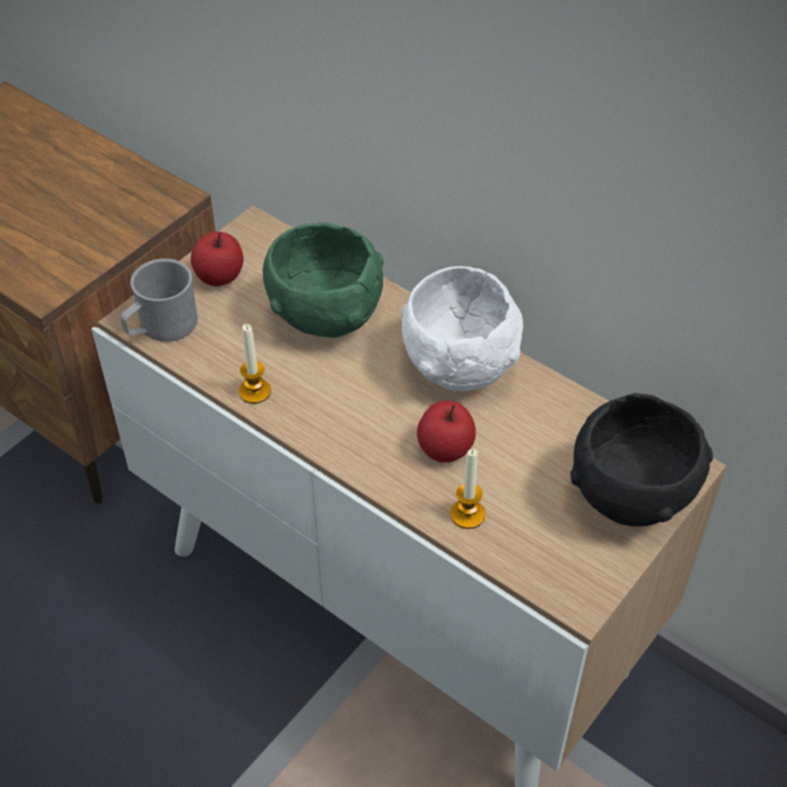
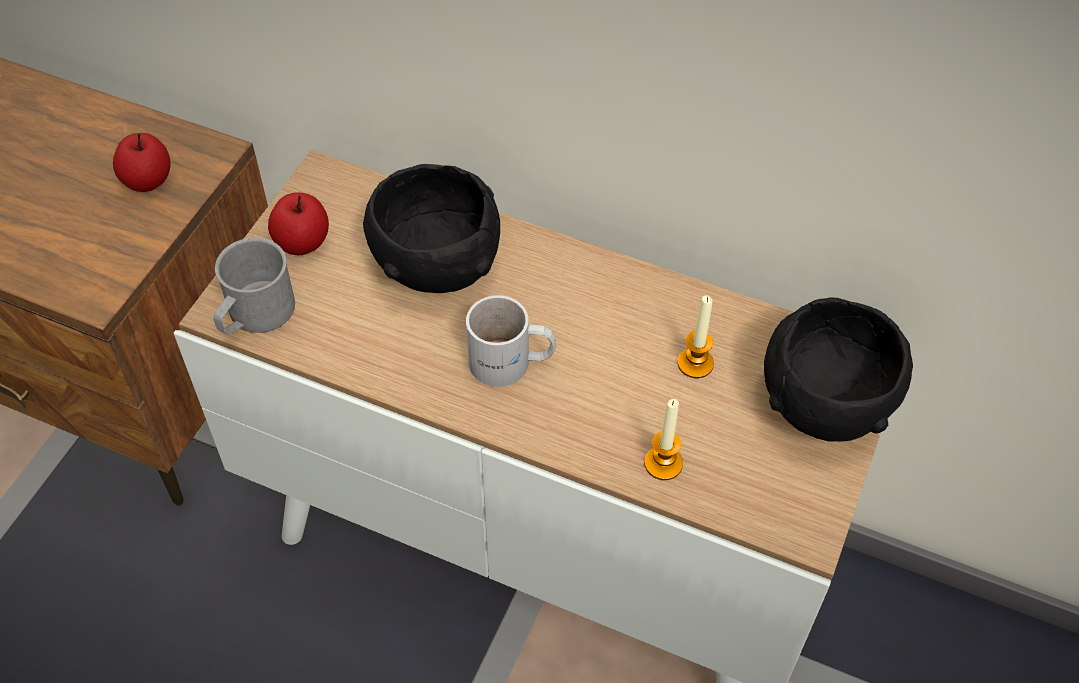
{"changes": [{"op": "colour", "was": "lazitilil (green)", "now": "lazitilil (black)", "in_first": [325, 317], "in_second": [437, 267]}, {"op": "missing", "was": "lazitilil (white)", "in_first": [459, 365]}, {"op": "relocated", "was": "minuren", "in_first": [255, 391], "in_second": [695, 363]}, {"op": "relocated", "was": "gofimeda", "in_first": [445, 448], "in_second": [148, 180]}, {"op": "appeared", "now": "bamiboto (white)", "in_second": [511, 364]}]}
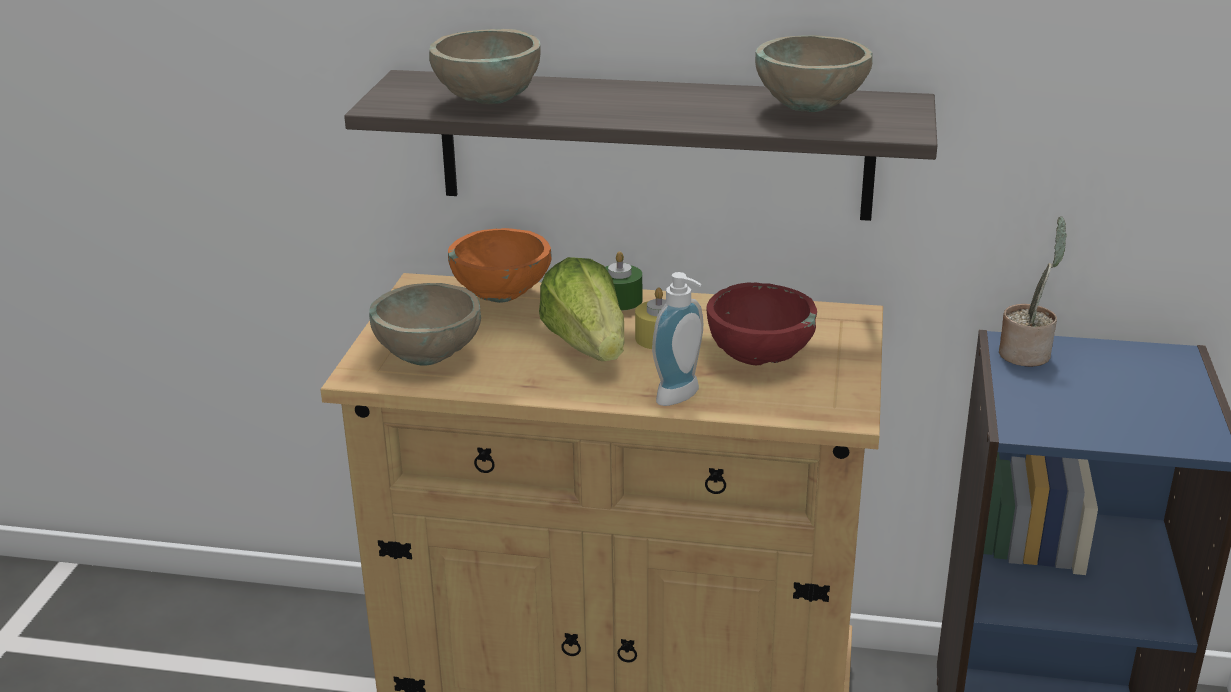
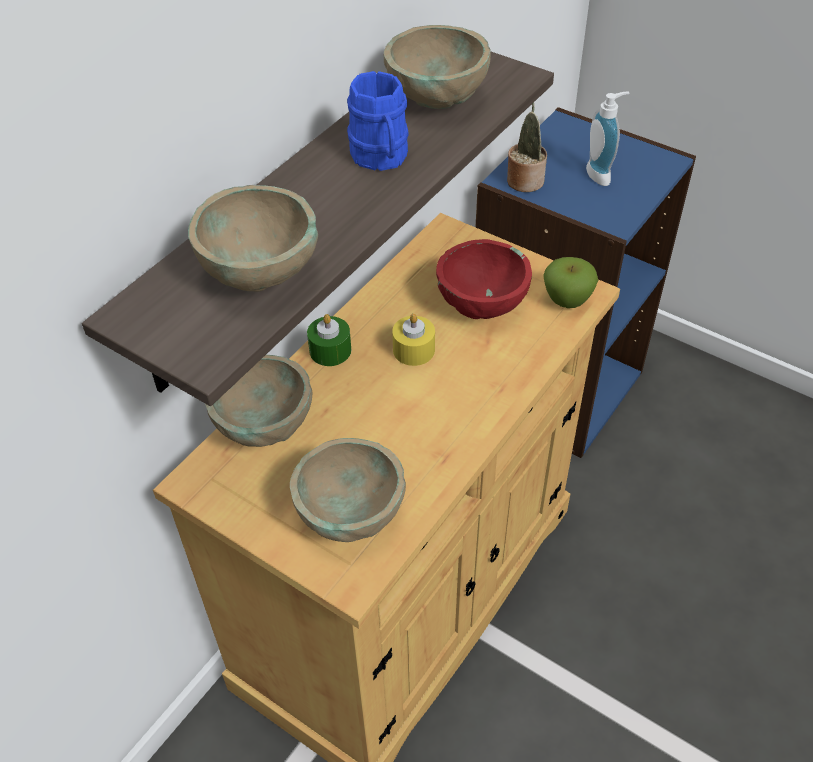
{"changes": [{"op": "colour", "was": "lazitilil (orange)", "now": "lazitilil (beige)", "in_first": [502, 295], "in_second": [263, 426]}, {"op": "missing", "was": "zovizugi", "in_first": [587, 346]}, {"op": "relocated", "was": "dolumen", "in_first": [682, 397], "in_second": [602, 174]}, {"op": "appeared", "now": "bamiboto (blue)", "in_second": [381, 158]}, {"op": "appeared", "now": "gofimeda", "in_second": [567, 300]}]}
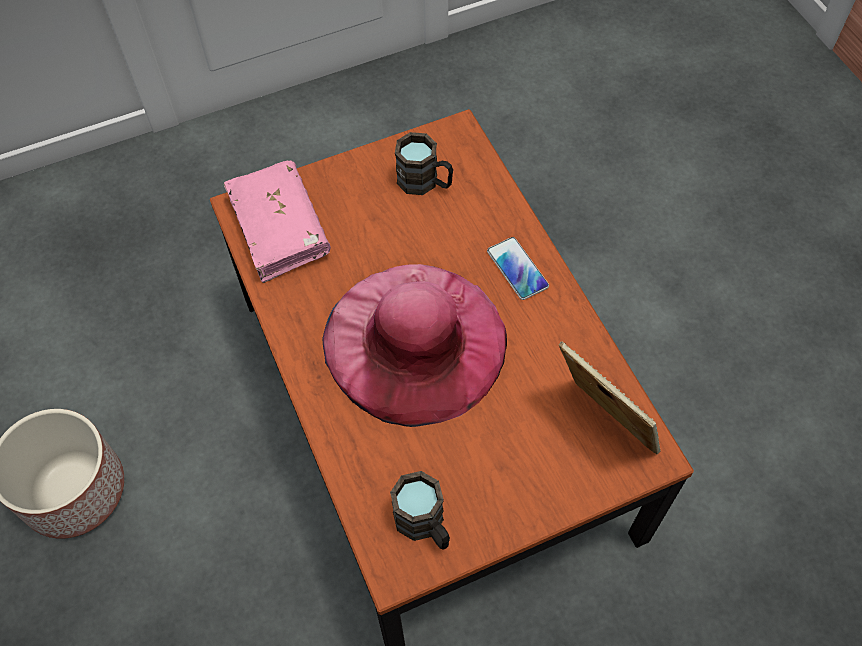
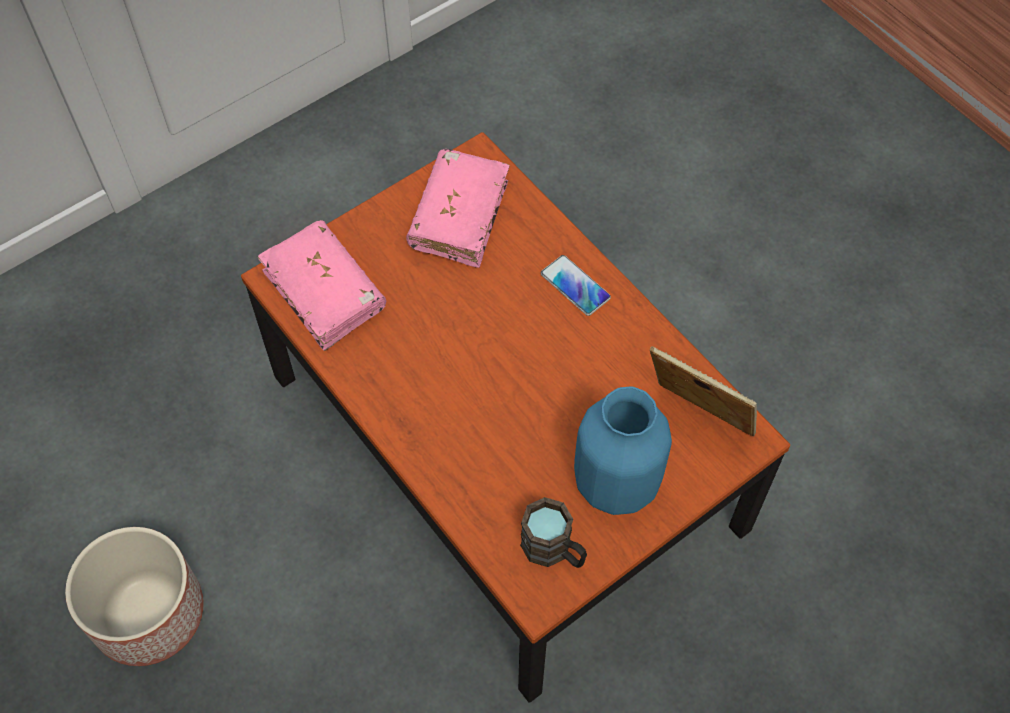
{"changes": [{"op": "exchanged", "was": "bamiboto (brown)", "now": "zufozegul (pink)", "in_first": [425, 182], "in_second": [459, 216]}, {"op": "missing", "was": "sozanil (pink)", "in_first": [415, 341]}, {"op": "appeared", "now": "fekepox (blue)", "in_second": [615, 481]}]}
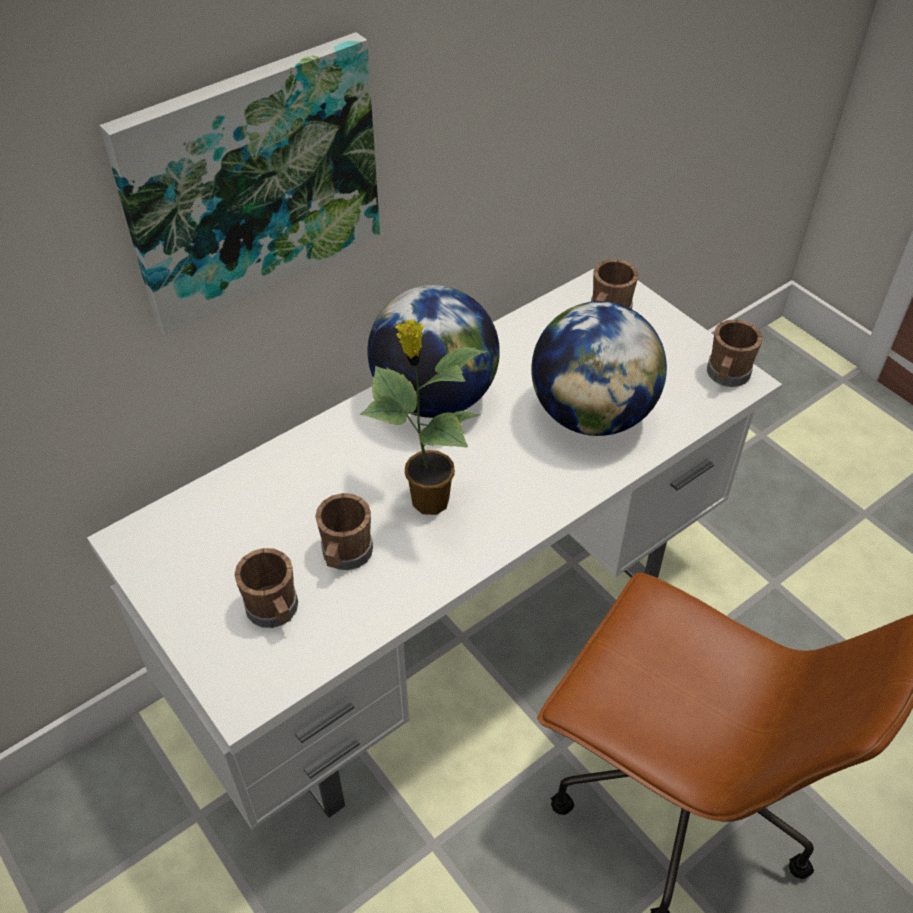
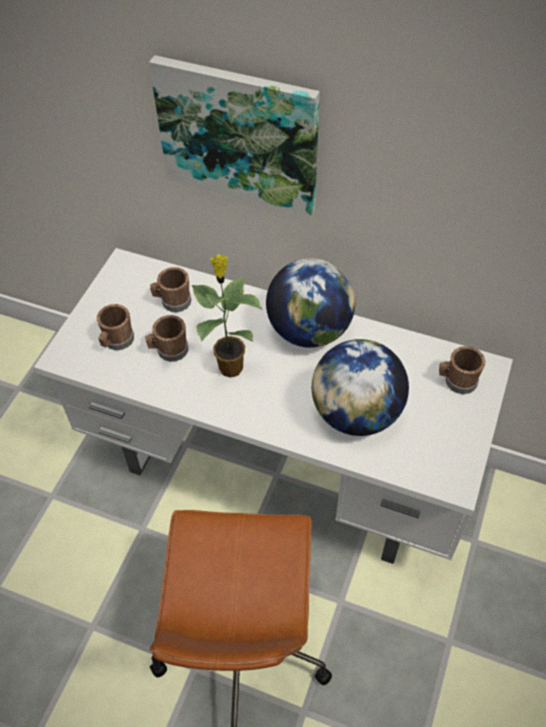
{"changes": [{"op": "relocated", "was": "bamiboto (brown)", "in_first": [726, 376], "in_second": [173, 301]}]}
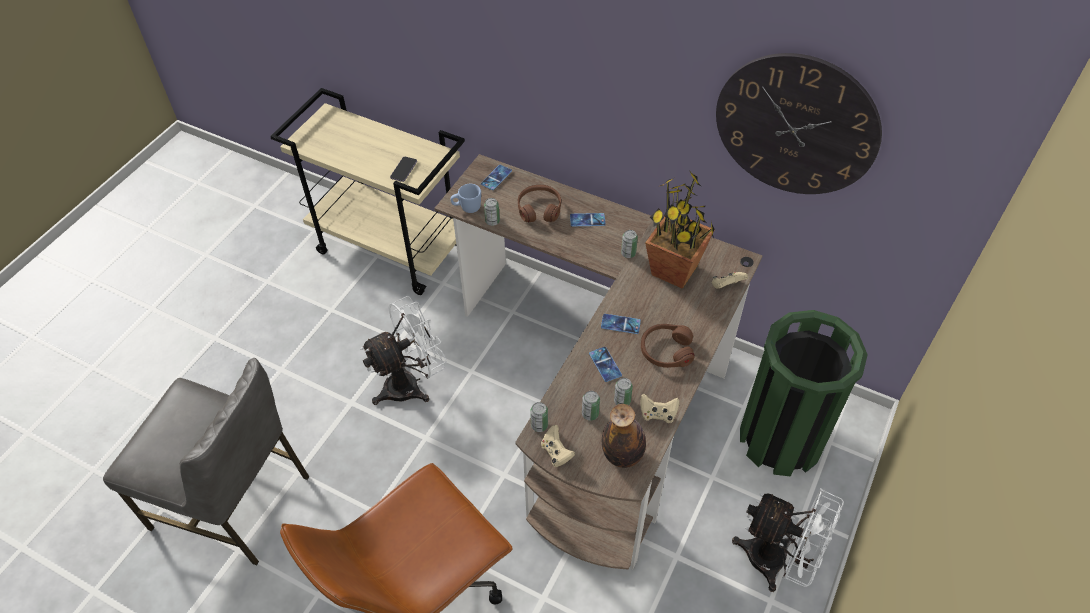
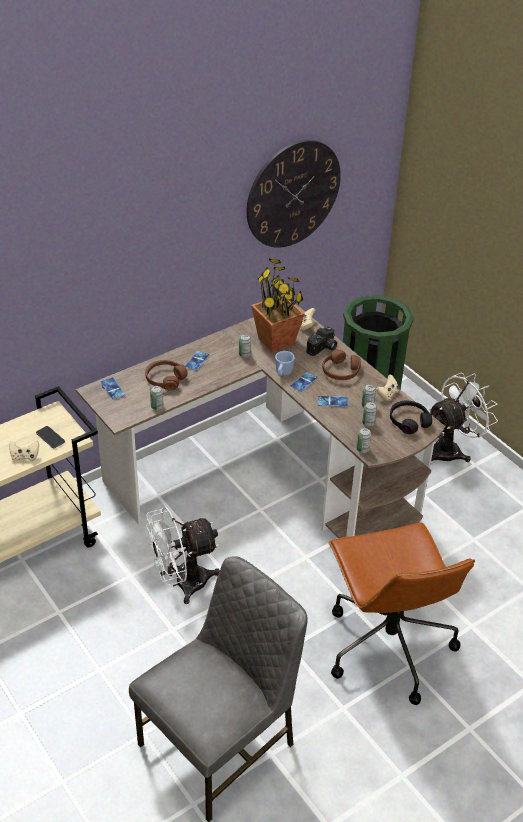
{"changes": [{"op": "relocated", "was": "bamiboto (blue)", "in_first": [467, 208], "in_second": [283, 373]}, {"op": "spun", "was": "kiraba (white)", "in_first": [410, 384], "in_second": [182, 583], "clockwise": -105}, {"op": "exchanged", "was": "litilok", "now": "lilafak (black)", "in_first": [622, 455], "in_second": [409, 421]}, {"op": "relocated", "was": "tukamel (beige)", "in_first": [556, 453], "in_second": [25, 457]}, {"op": "appeared", "now": "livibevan", "in_second": [322, 348]}]}
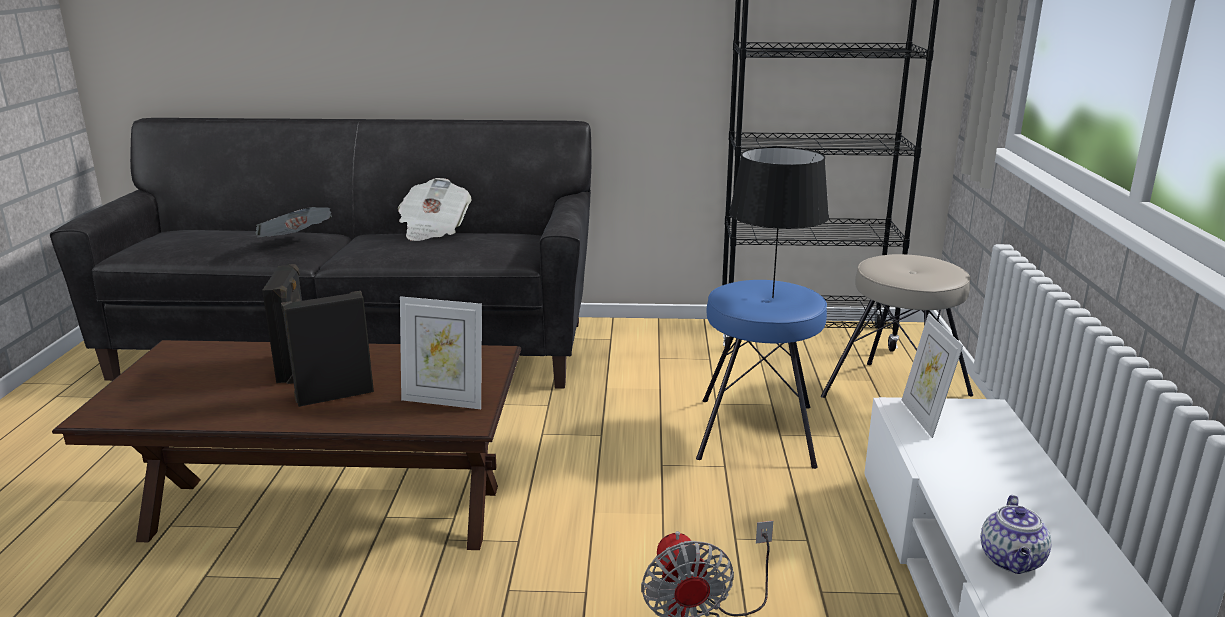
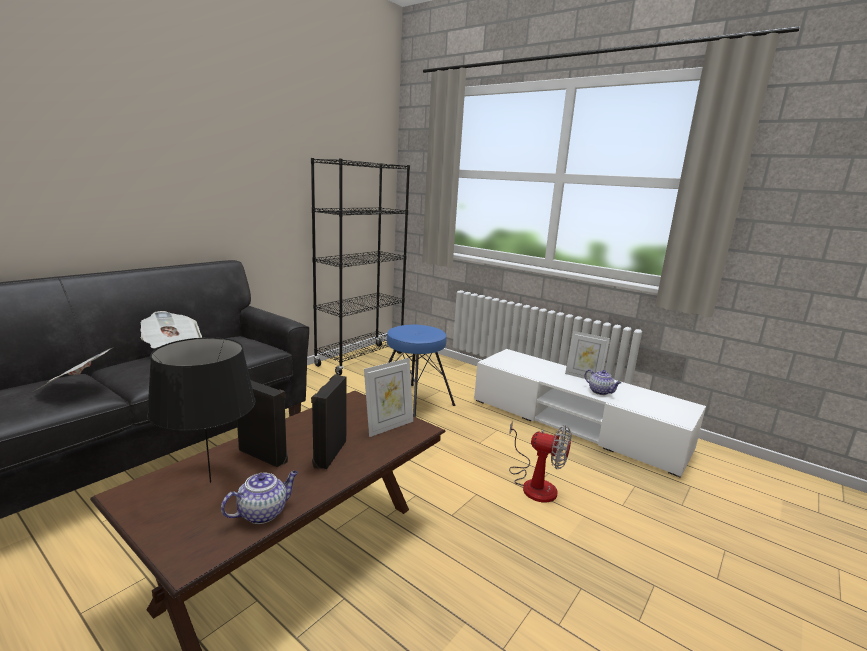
{"changes": [{"op": "relocated", "was": "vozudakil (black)", "in_first": [773, 298], "in_second": [211, 482]}, {"op": "missing", "was": "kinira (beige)", "in_first": [897, 395]}, {"op": "relocated", "was": "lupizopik", "in_first": [924, 418], "in_second": [583, 377]}, {"op": "appeared", "now": "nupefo", "in_second": [263, 512]}]}
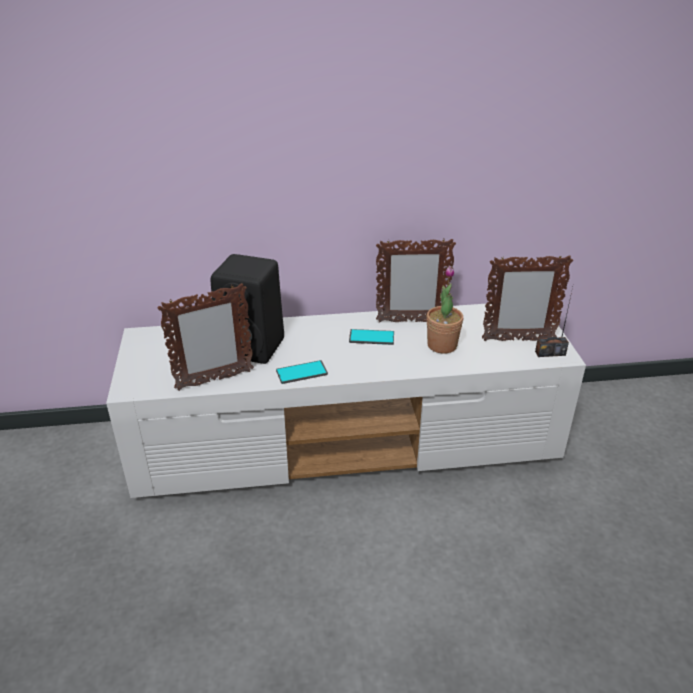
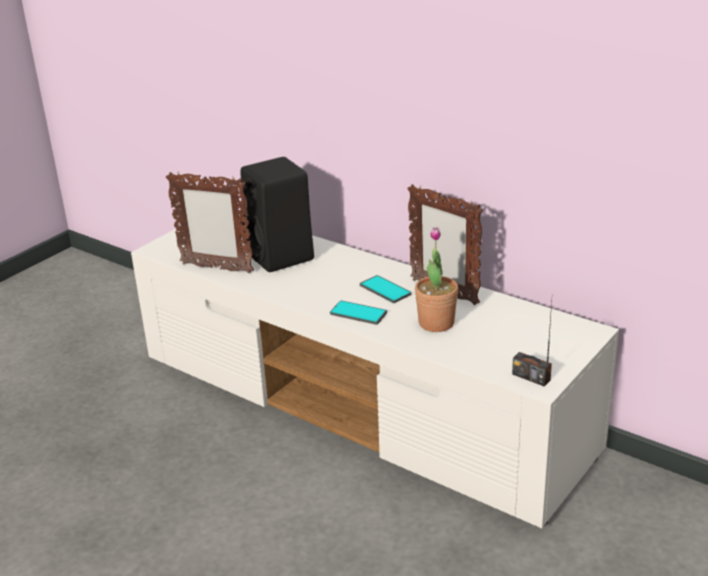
{"changes": [{"op": "missing", "was": "lupizopik", "in_first": [517, 340]}, {"op": "relocated", "was": "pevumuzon", "in_first": [301, 372], "in_second": [358, 313]}]}
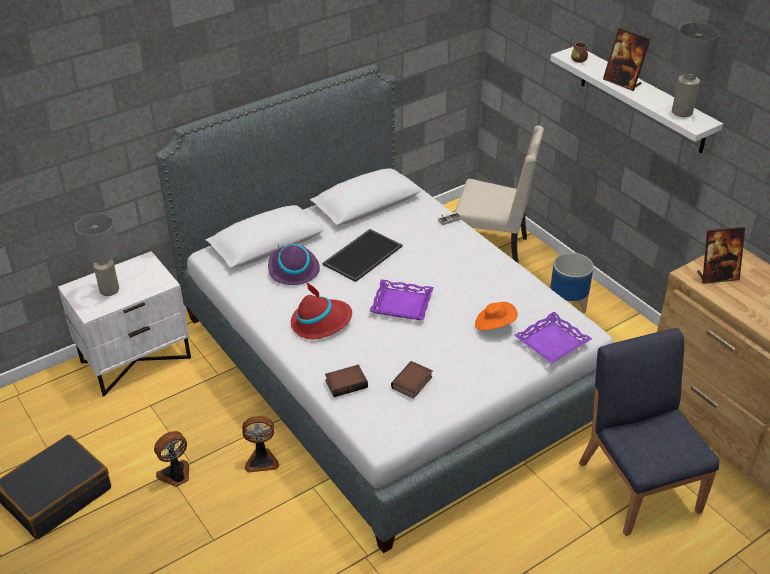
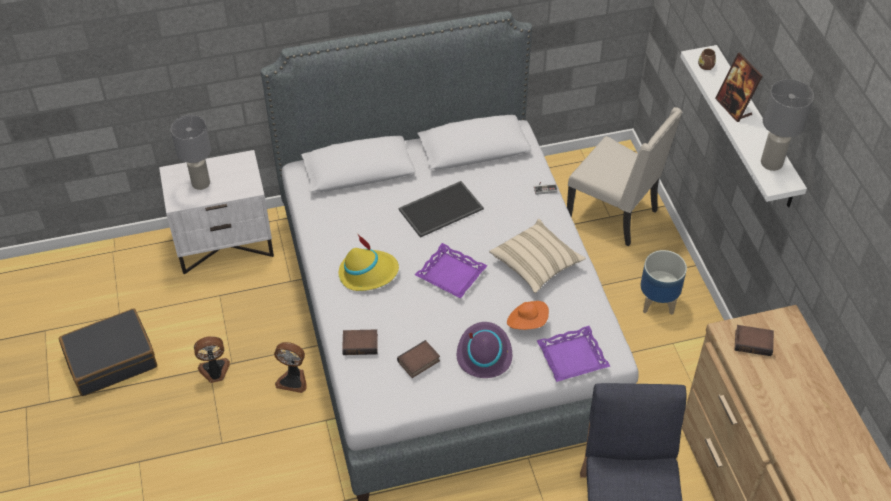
{"changes": [{"op": "exchanged", "was": "lupizopik", "now": "zufozegul", "in_first": [717, 276], "in_second": [753, 342]}, {"op": "relocated", "was": "sozanil (purple)", "in_first": [293, 269], "in_second": [484, 353]}, {"op": "colour", "was": "sozanil (red)", "now": "sozanil (yellow)", "in_first": [321, 322], "in_second": [368, 273]}, {"op": "appeared", "now": "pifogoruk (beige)", "in_second": [536, 264]}]}
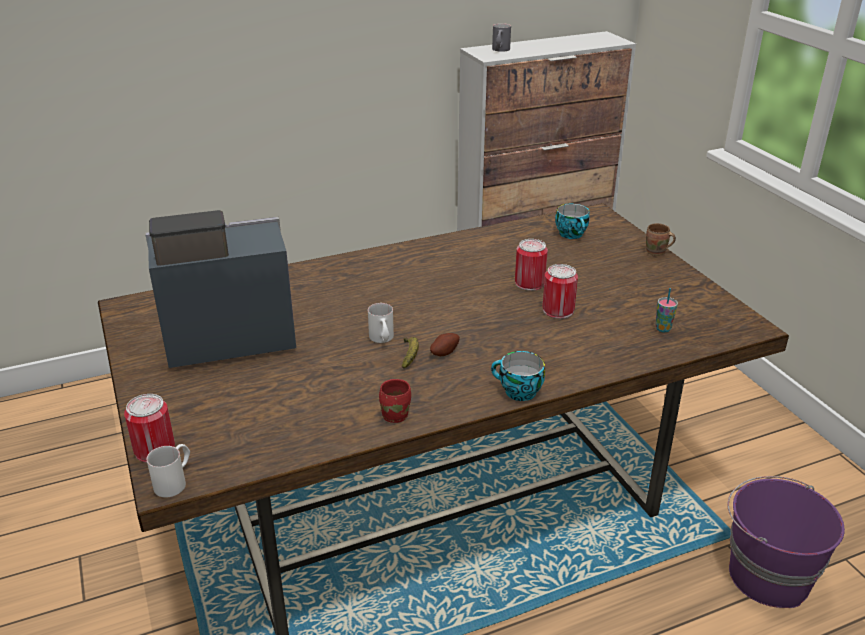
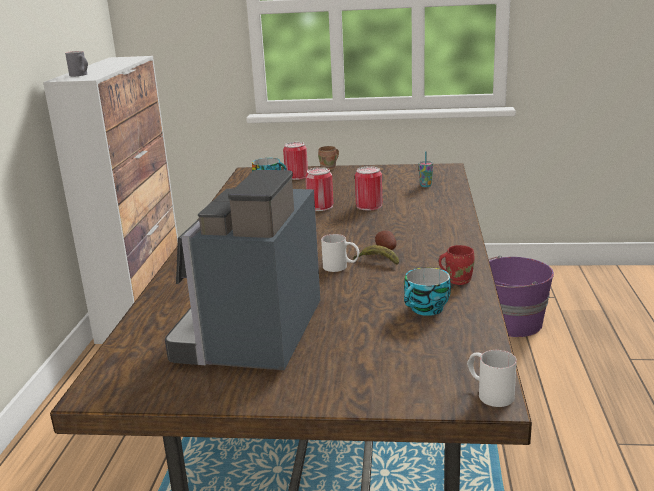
{"changes": [{"op": "relocated", "was": "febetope", "in_first": [518, 392], "in_second": [426, 309]}, {"op": "relocated", "was": "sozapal", "in_first": [154, 449], "in_second": [296, 176]}]}
